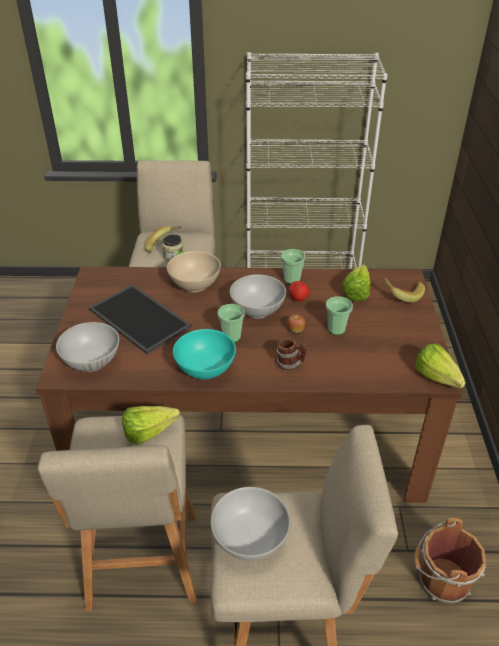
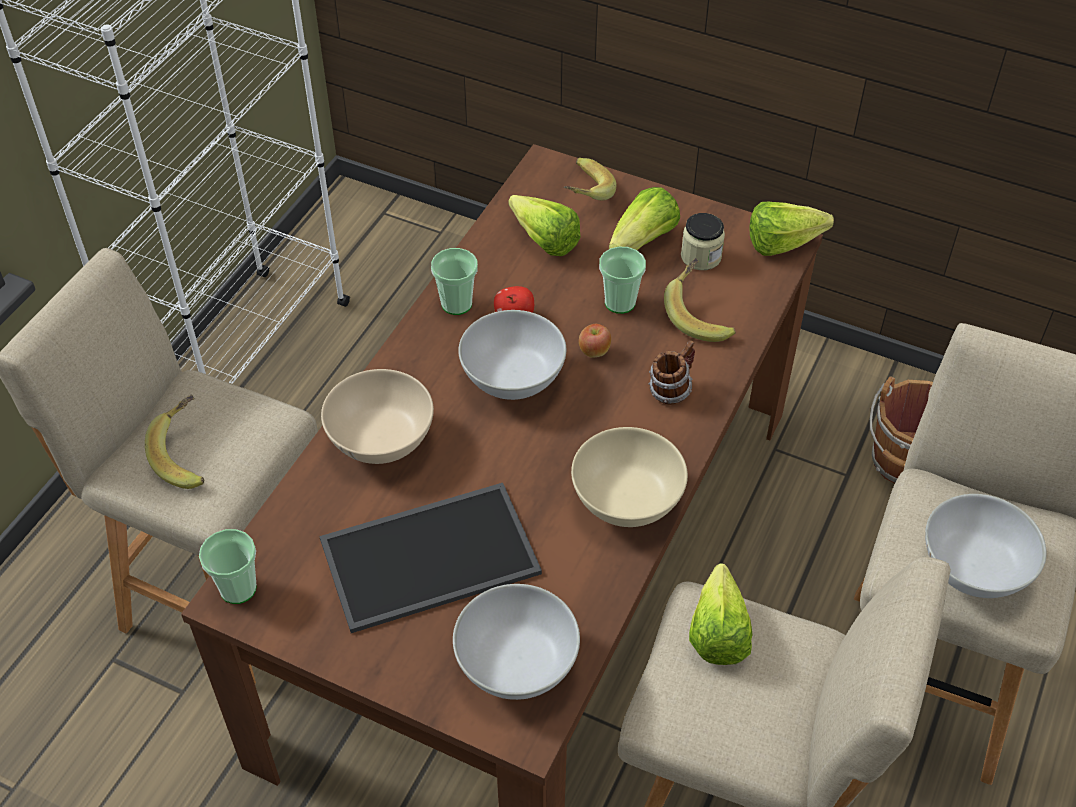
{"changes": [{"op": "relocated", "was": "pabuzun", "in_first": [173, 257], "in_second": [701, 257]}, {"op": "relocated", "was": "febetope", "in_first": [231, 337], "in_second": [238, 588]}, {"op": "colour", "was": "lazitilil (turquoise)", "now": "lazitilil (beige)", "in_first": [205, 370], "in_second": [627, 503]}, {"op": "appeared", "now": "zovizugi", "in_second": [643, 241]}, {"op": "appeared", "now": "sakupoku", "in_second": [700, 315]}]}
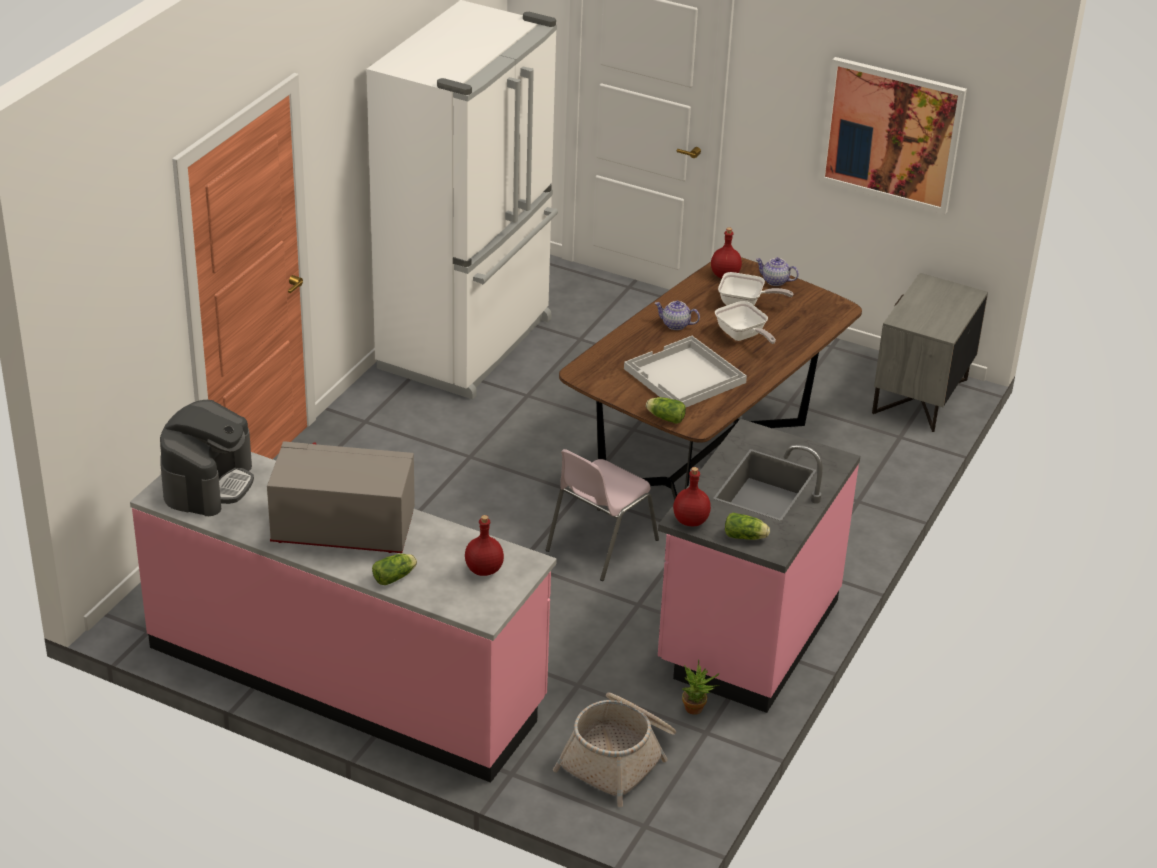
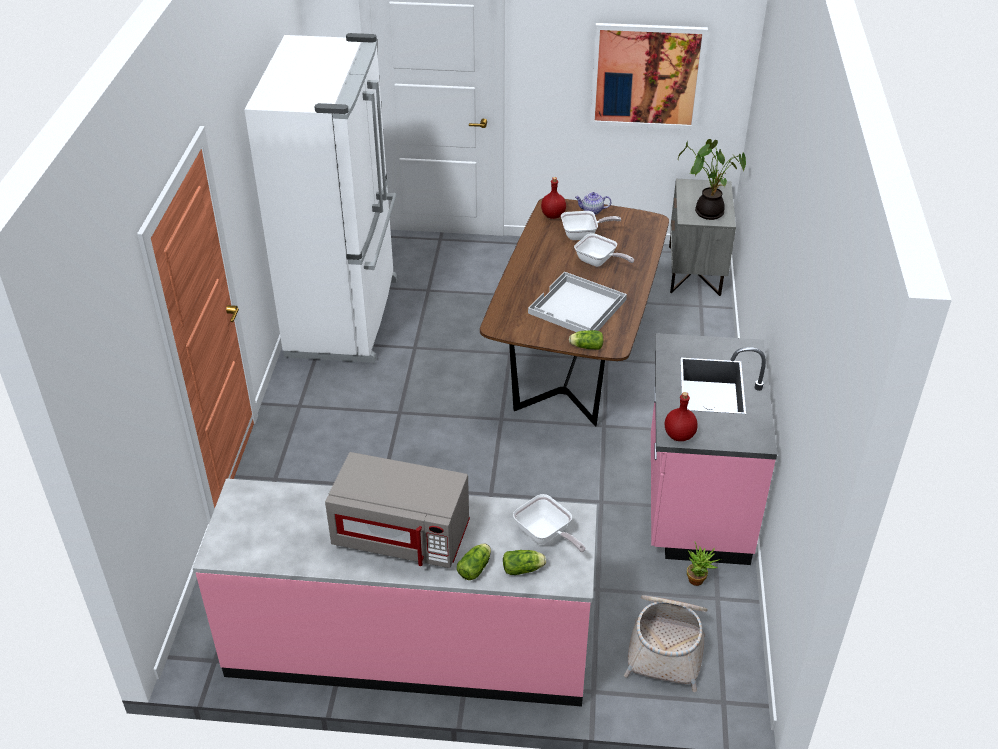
{"changes": [{"op": "missing", "was": "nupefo", "in_first": [675, 325]}, {"op": "missing", "was": "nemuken", "in_first": [208, 483]}, {"op": "spun", "was": "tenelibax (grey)", "in_first": [342, 530], "in_second": [402, 535], "clockwise": -150}, {"op": "missing", "was": "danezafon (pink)", "in_first": [599, 545]}, {"op": "relocated", "was": "zovizugi", "in_first": [746, 537], "in_second": [524, 569]}, {"op": "exchanged", "was": "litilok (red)", "now": "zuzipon", "in_first": [484, 570], "in_second": [545, 536]}, {"op": "appeared", "now": "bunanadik", "in_second": [708, 211]}]}
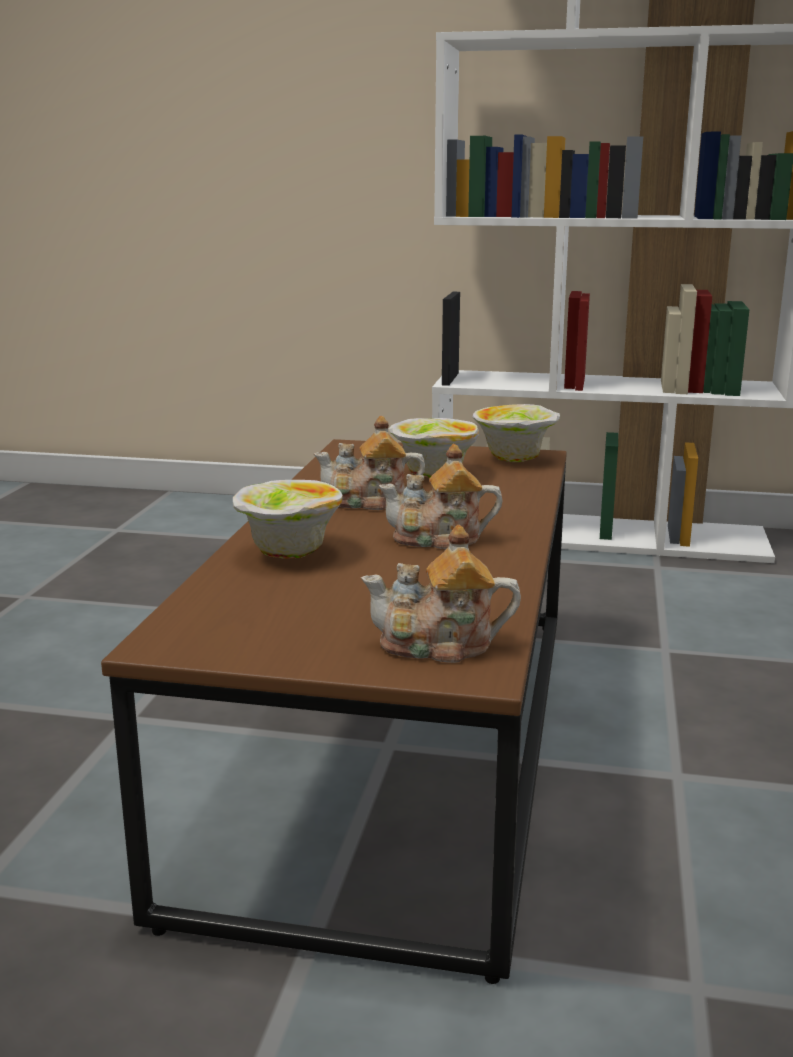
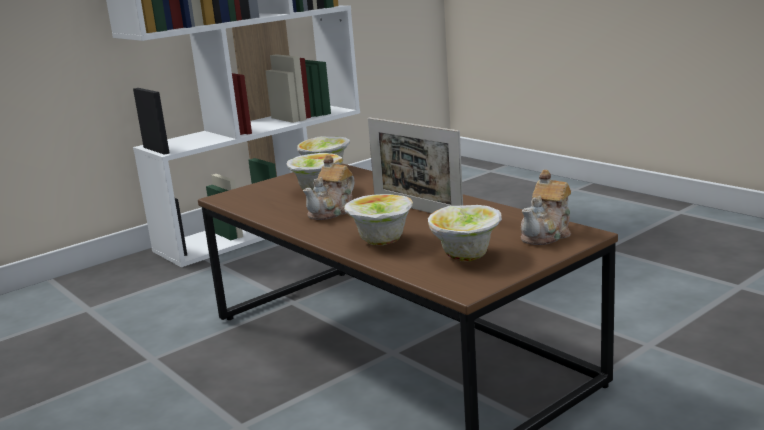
{"changes": [{"op": "exchanged", "was": "nupefo", "now": "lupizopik", "in_first": [439, 539], "in_second": [416, 209]}, {"op": "appeared", "now": "lazitilil", "in_second": [468, 256]}]}
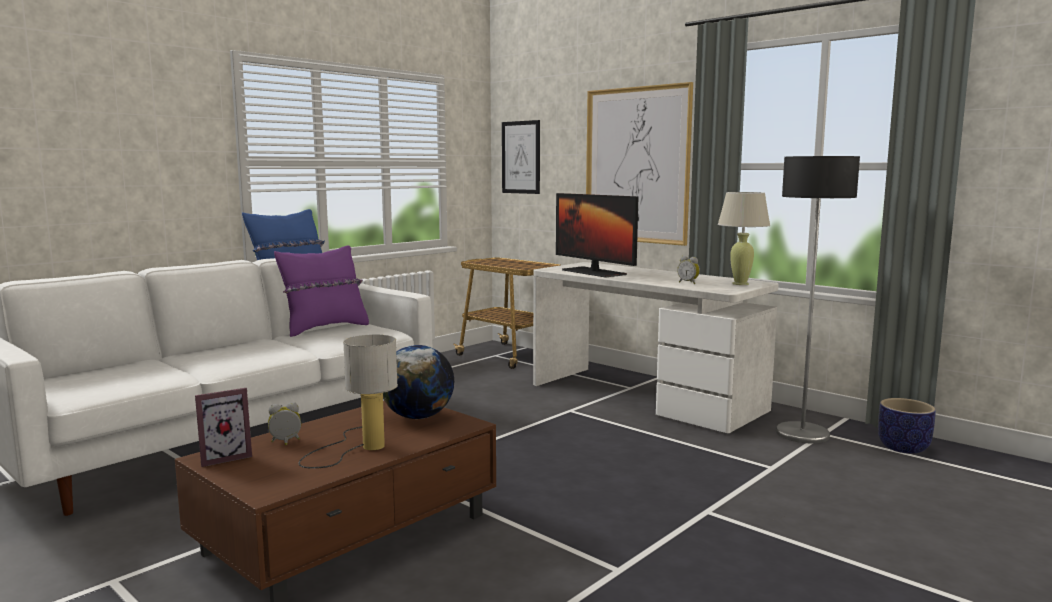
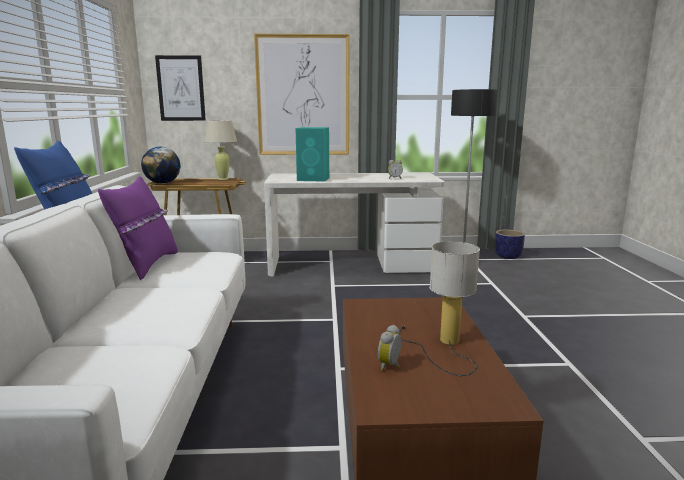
{"changes": [{"op": "relocated", "was": "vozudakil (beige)", "in_first": [740, 283], "in_second": [223, 179]}, {"op": "exchanged", "was": "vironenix", "now": "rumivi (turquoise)", "in_first": [593, 272], "in_second": [314, 179]}, {"op": "relocated", "was": "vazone", "in_first": [418, 417], "in_second": [163, 183]}, {"op": "missing", "was": "lupizopik", "in_first": [224, 457]}]}
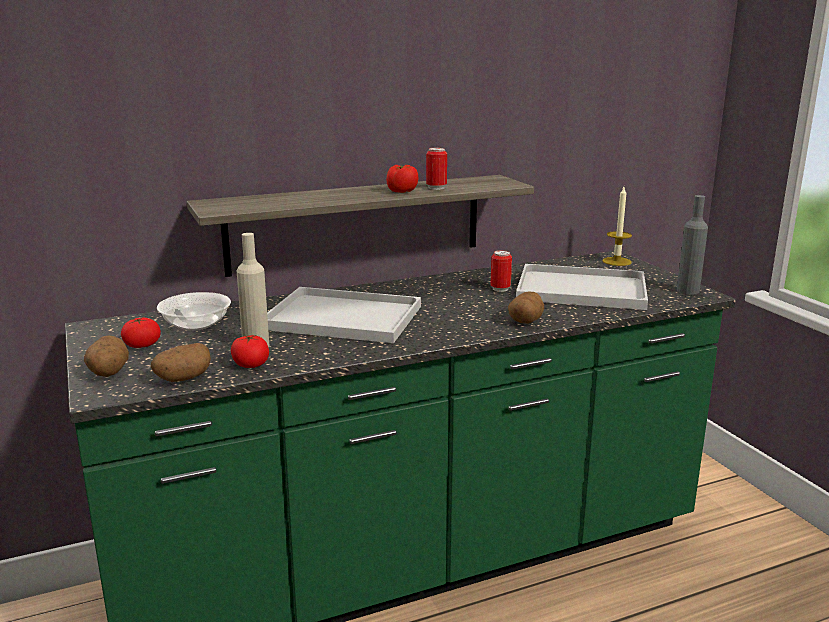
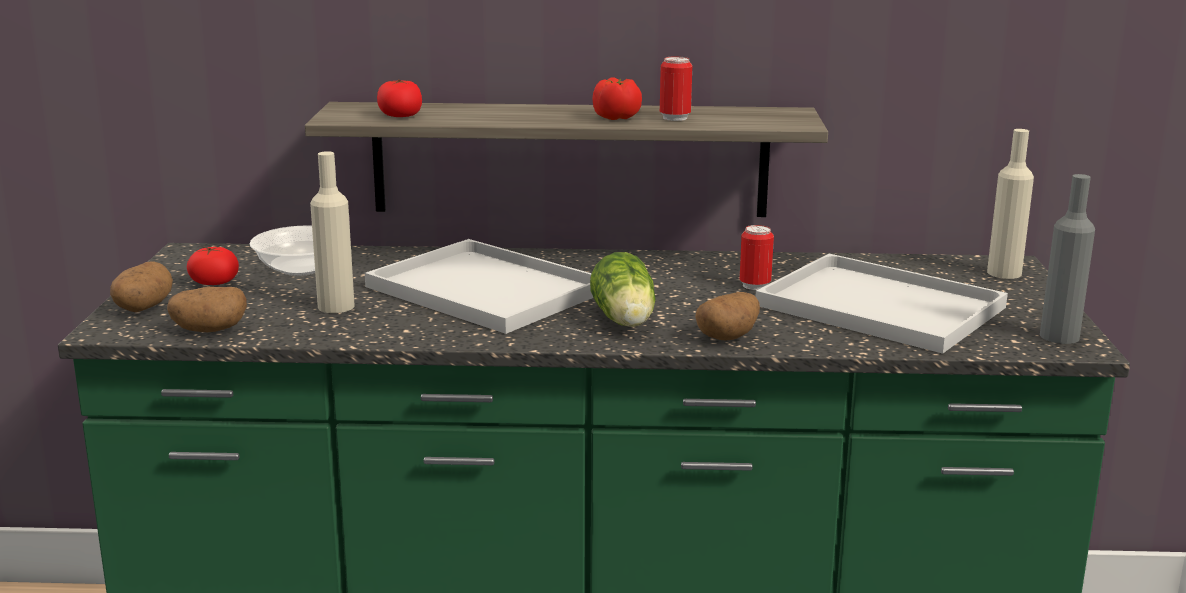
{"changes": [{"op": "exchanged", "was": "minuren", "now": "litilok (beige)", "in_first": [616, 261], "in_second": [1004, 273]}, {"op": "relocated", "was": "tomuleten", "in_first": [251, 364], "in_second": [400, 115]}, {"op": "appeared", "now": "zovizugi", "in_second": [625, 321]}]}
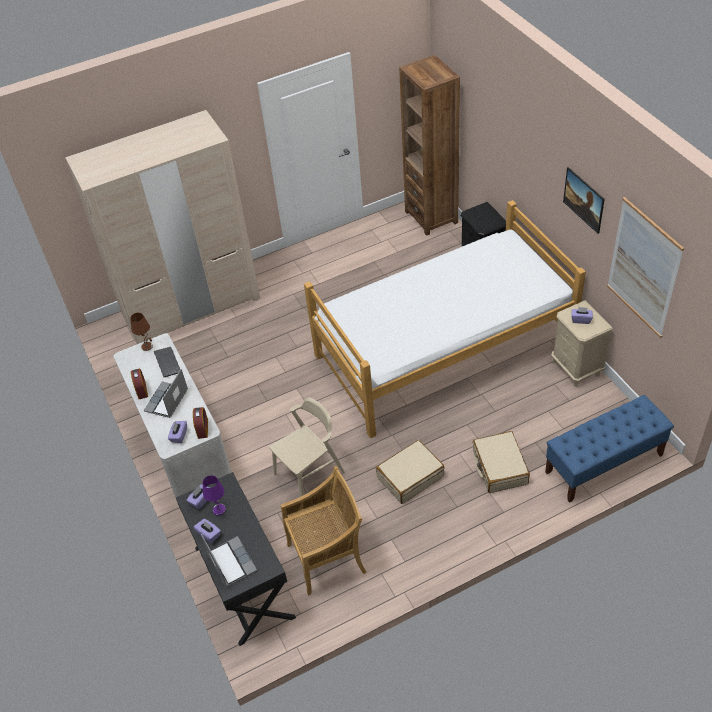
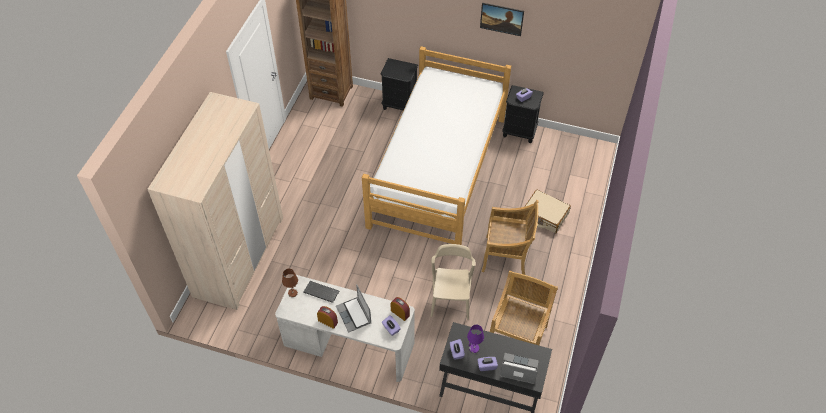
{"changes": [{"op": "missing", "was": "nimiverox", "in_first": [643, 268]}, {"op": "colour", "was": "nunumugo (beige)", "now": "nunumugo (black)", "in_first": [576, 368], "in_second": [519, 132]}, {"op": "missing", "was": "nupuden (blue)", "in_first": [603, 464]}, {"op": "exchanged", "was": "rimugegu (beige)", "now": "danezafon (beige)", "in_first": [410, 476], "in_second": [506, 256]}]}
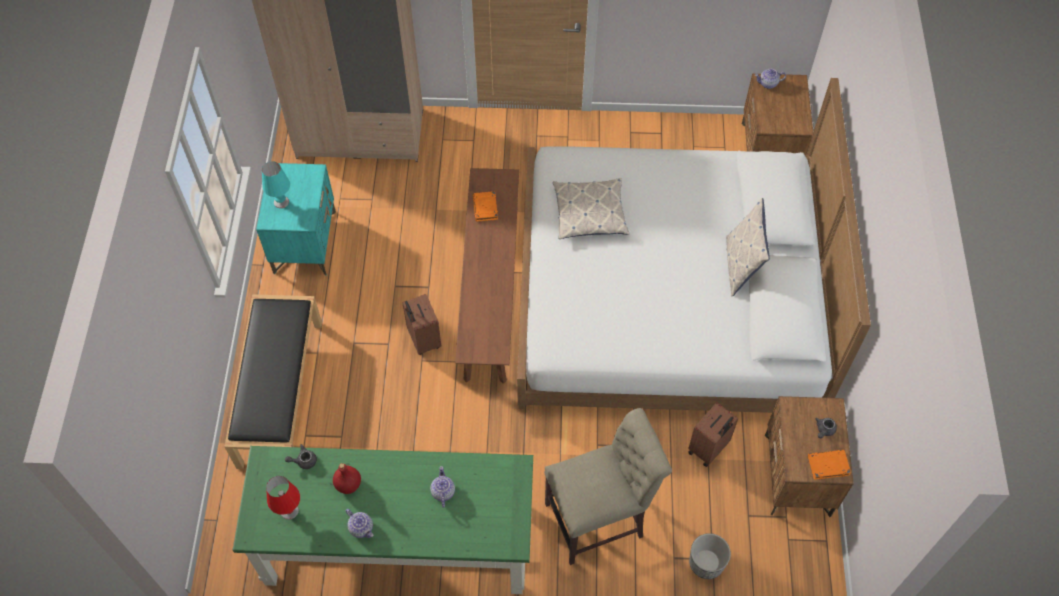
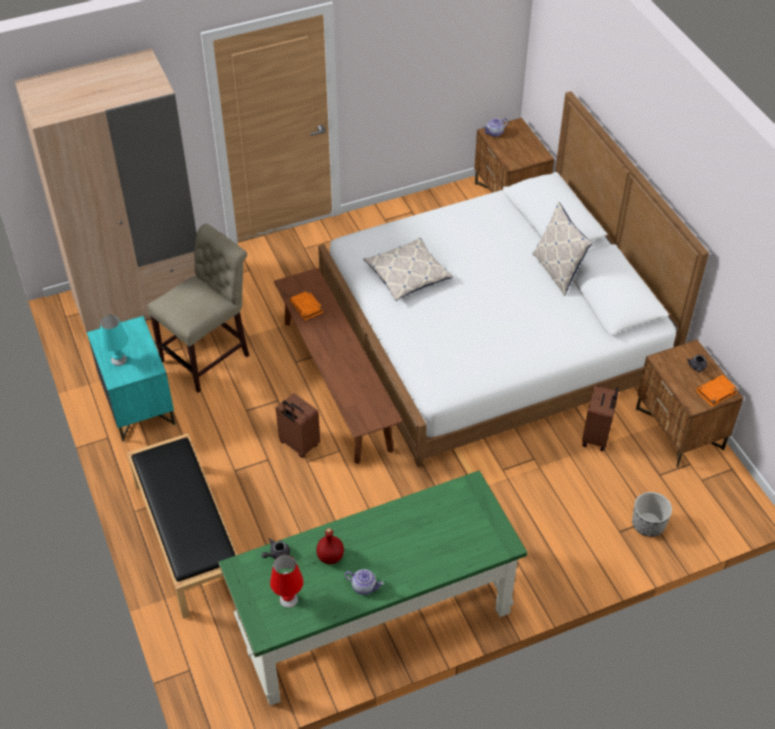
{"changes": [{"op": "relocated", "was": "danezafon (beige)", "in_first": [600, 519], "in_second": [209, 356]}, {"op": "missing", "was": "nupefo", "in_first": [442, 491]}]}
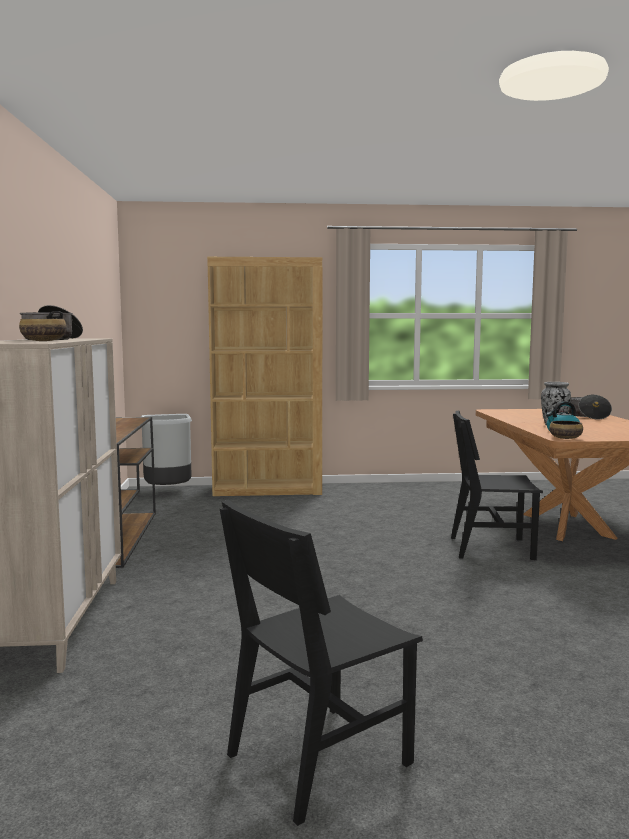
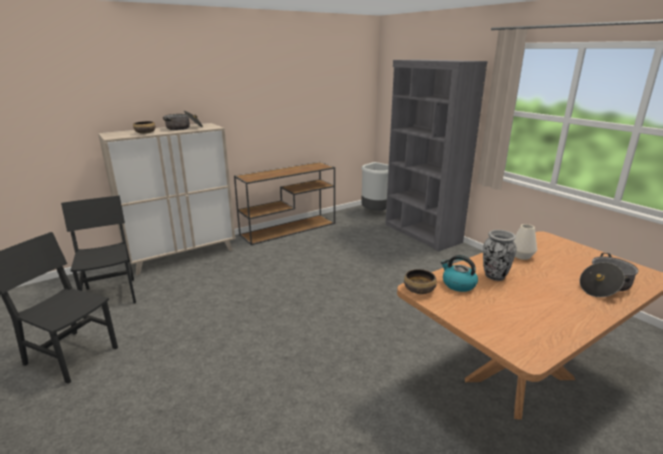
{"changes": [{"op": "colour", "was": "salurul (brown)", "now": "salurul (grey)", "in_first": [268, 490], "in_second": [422, 233]}, {"op": "relocated", "was": "danezafon (black)", "in_first": [491, 548], "in_second": [111, 295]}, {"op": "appeared", "now": "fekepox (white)", "in_second": [521, 256]}]}
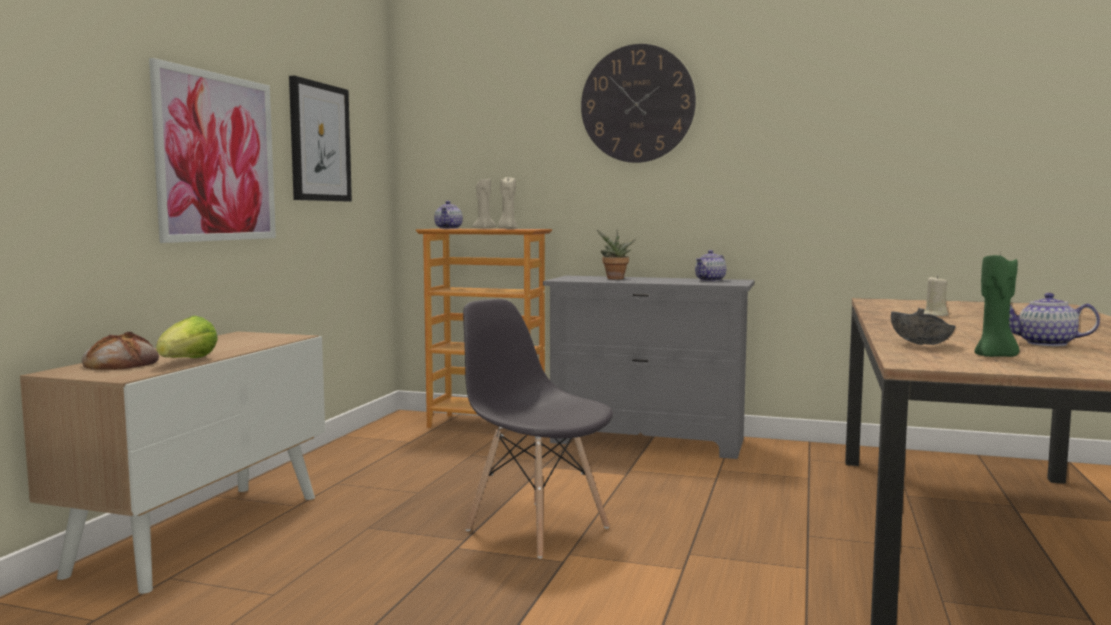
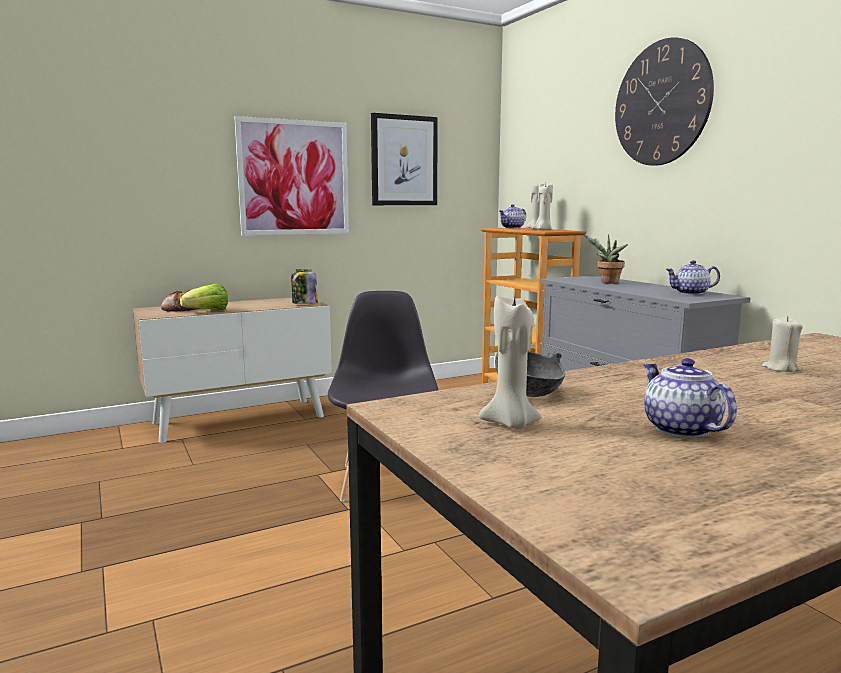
{"changes": [{"op": "colour", "was": "minuren (green)", "now": "minuren (beige)", "in_first": [995, 356], "in_second": [511, 424]}, {"op": "appeared", "now": "pabuzun", "in_second": [304, 303]}]}
